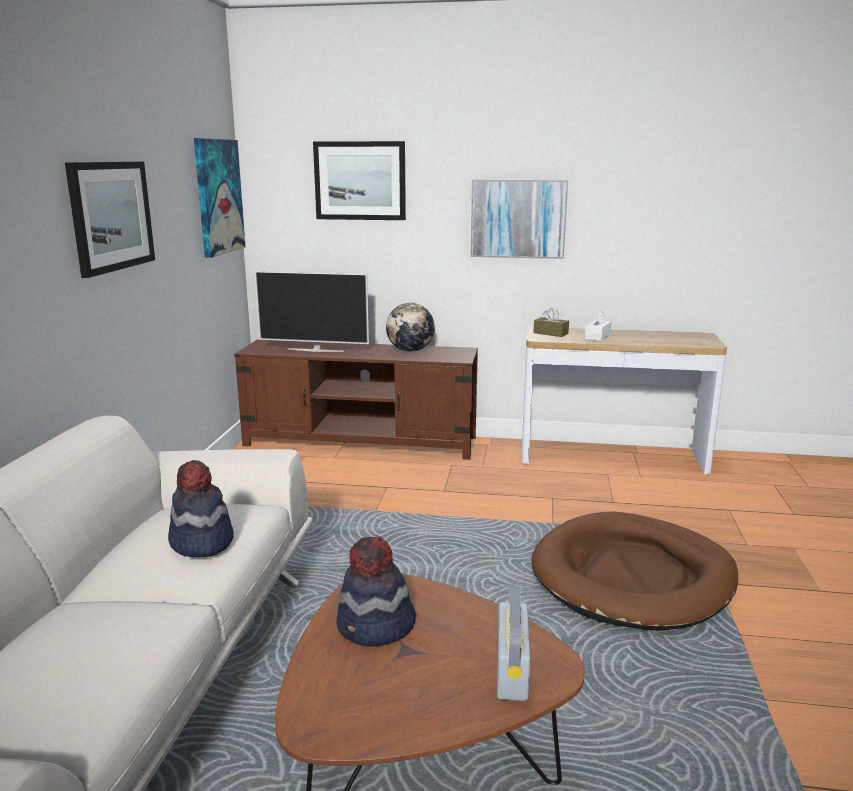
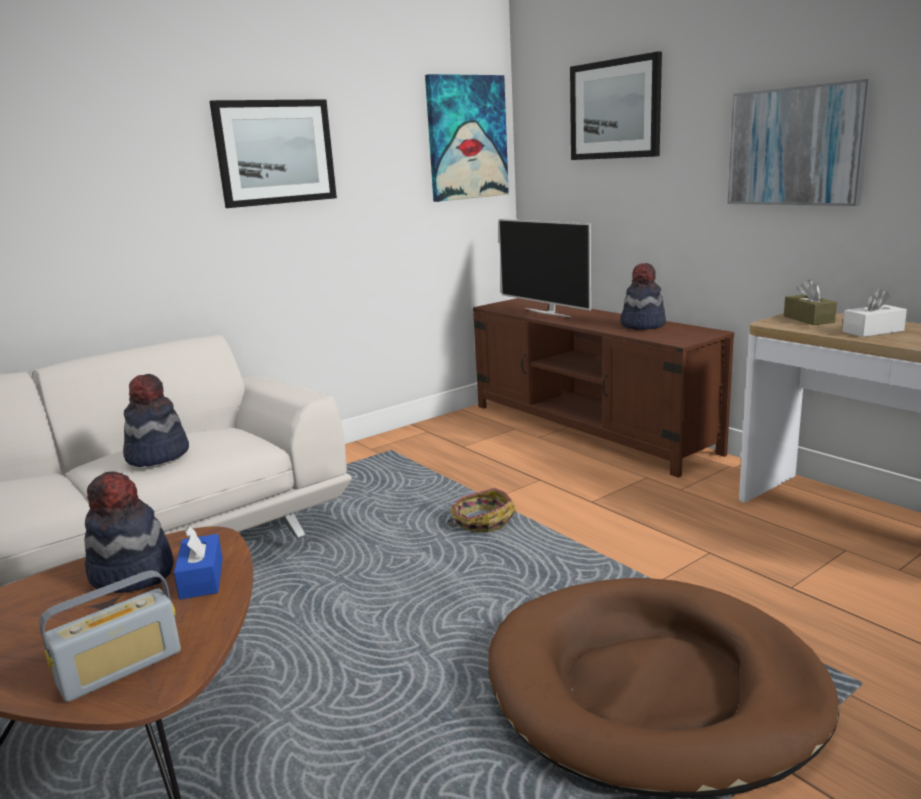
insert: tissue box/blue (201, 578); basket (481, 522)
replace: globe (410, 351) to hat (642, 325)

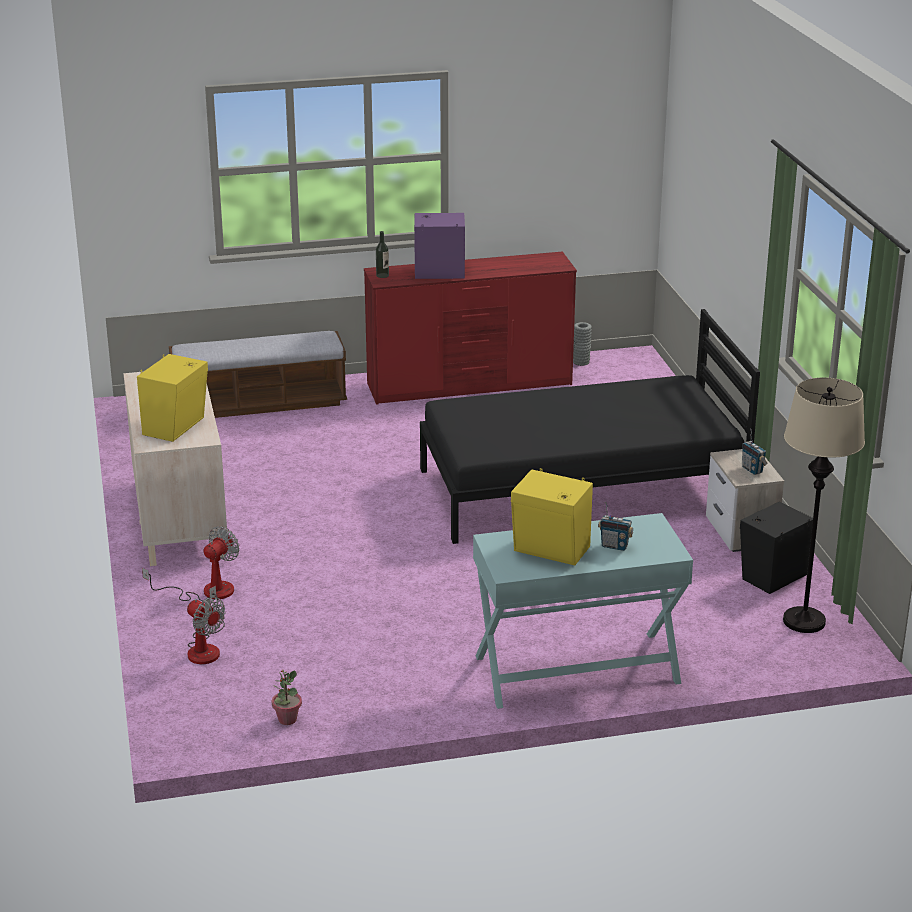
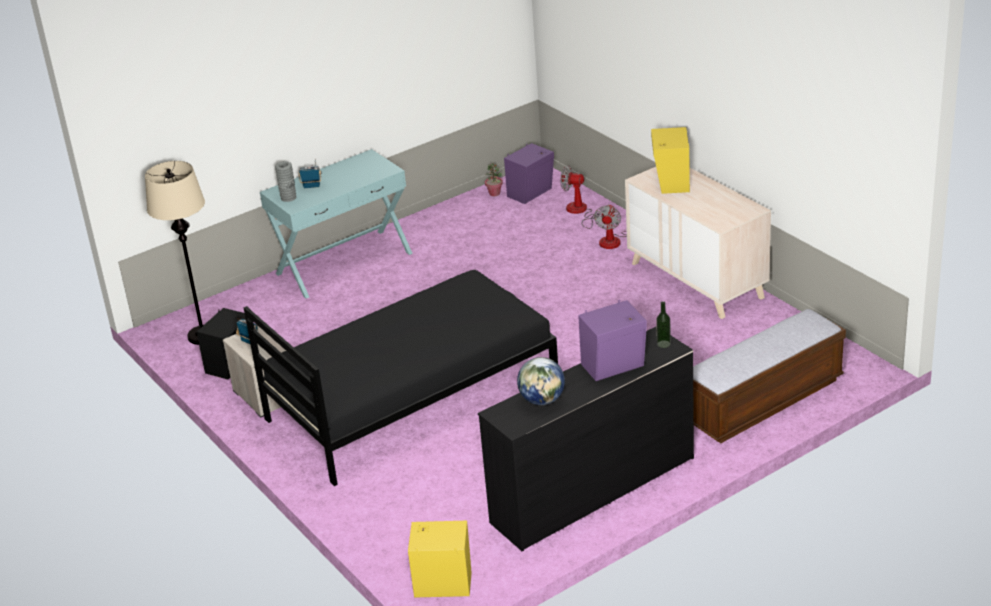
insert: speaker/purple (531, 193); globe (542, 400)
move: speaker/yellow (551, 551) to (442, 582); vase/grey (581, 362) to (288, 198)
recolor: dresser/red (470, 385) to dresser/black (592, 490)

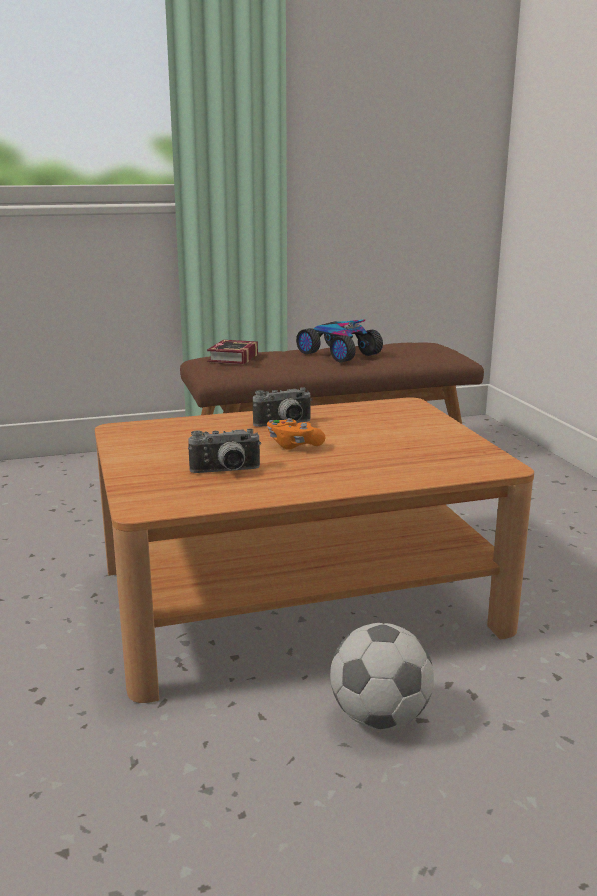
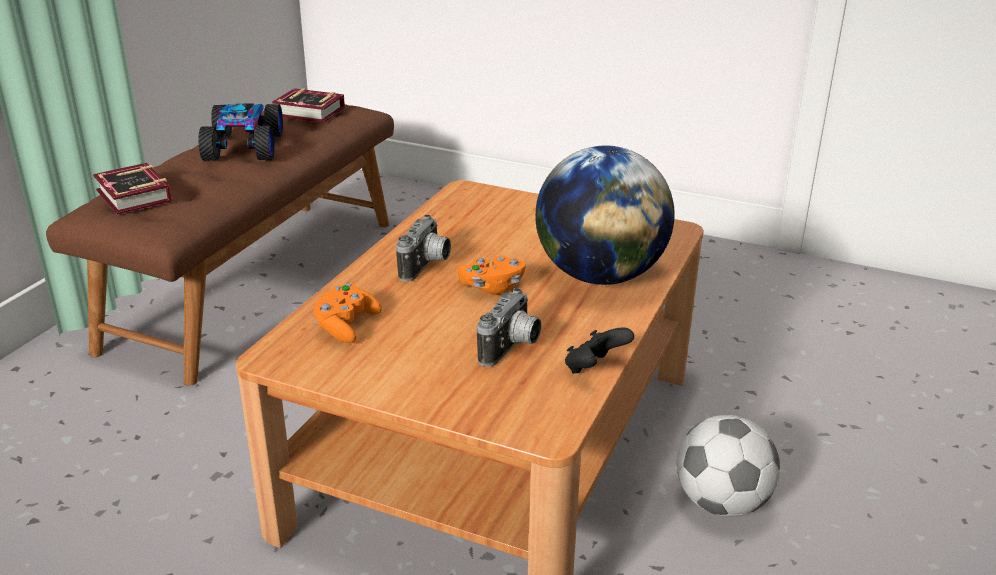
insert: book (311, 113); game controller/orange (346, 326); globe (599, 276); game controller/black (594, 369)
rotate: toy car (339, 354) = (246, 147) 90 degrees clockwise

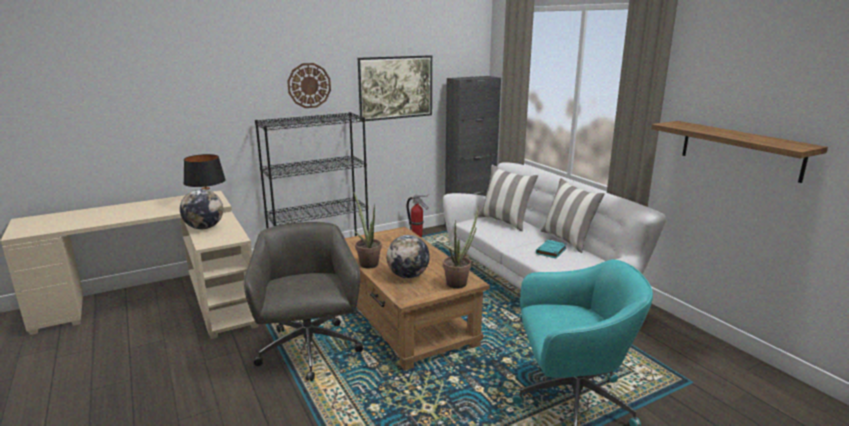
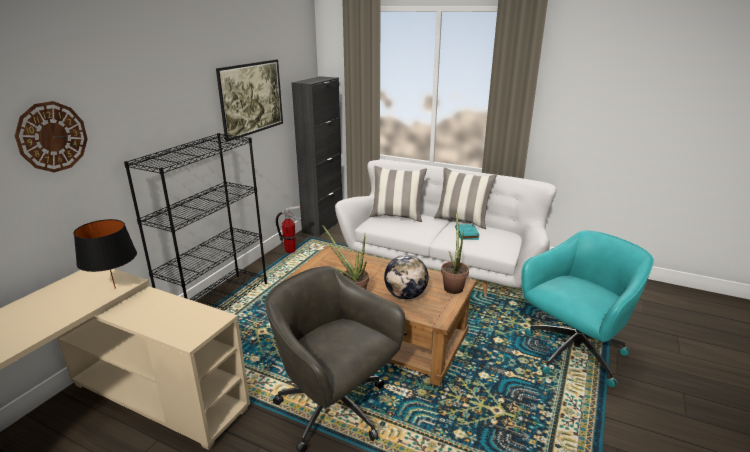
delete: globe (204, 228); shelf (740, 150)
move: wall clock (309, 85) to (52, 137)

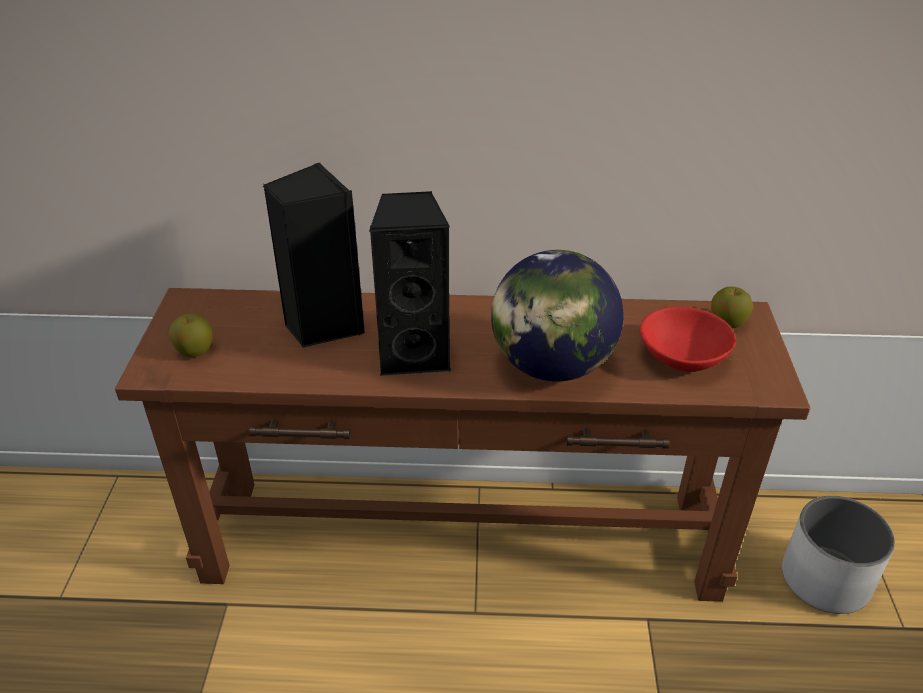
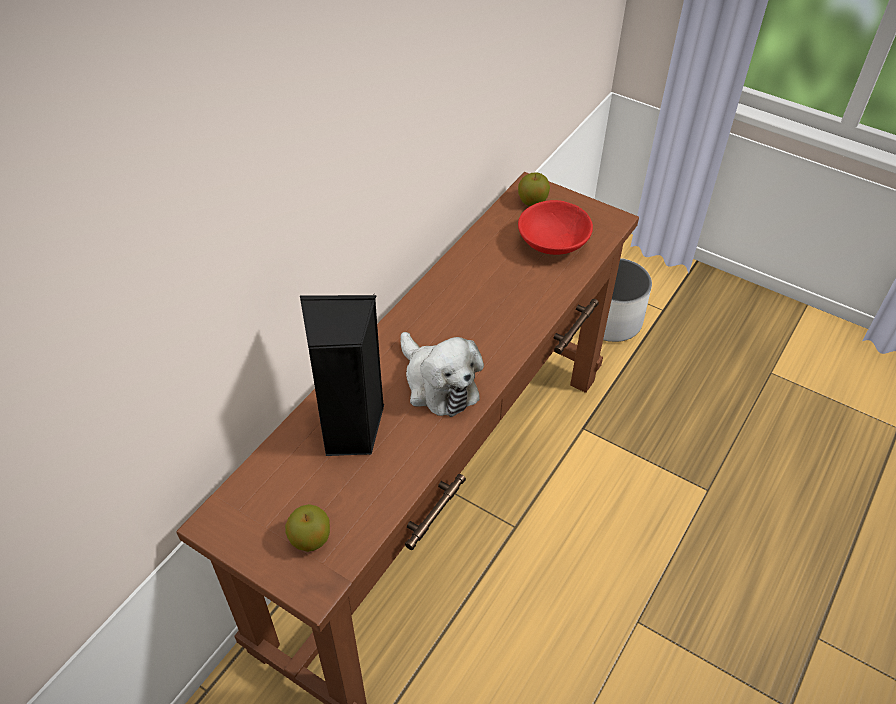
delete: globe (552, 366)
replace: speaker/black (415, 354) to plush toy (438, 384)

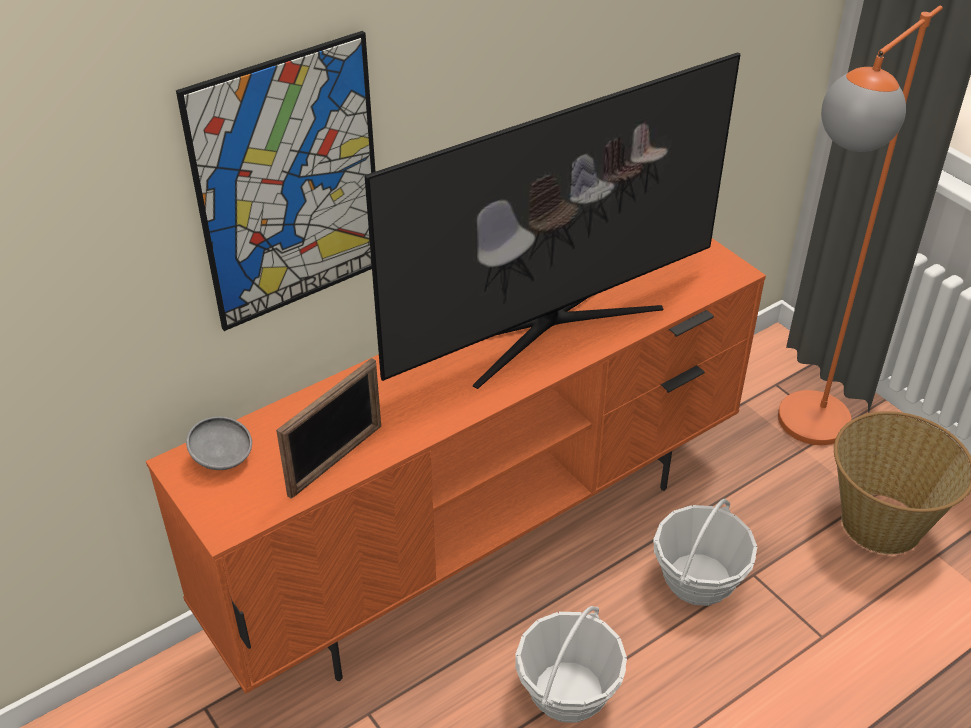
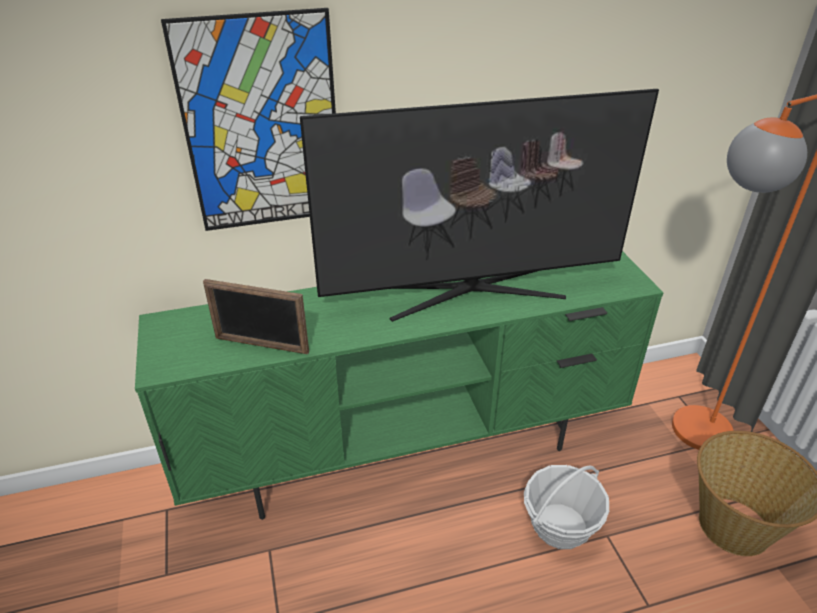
delete: bowl/grey (223, 458); basket (568, 692)
recolor: tv stand/orange (485, 542) to tv stand/green (409, 451)
rotate: picture frame (336, 460) = (261, 345) 45 degrees clockwise

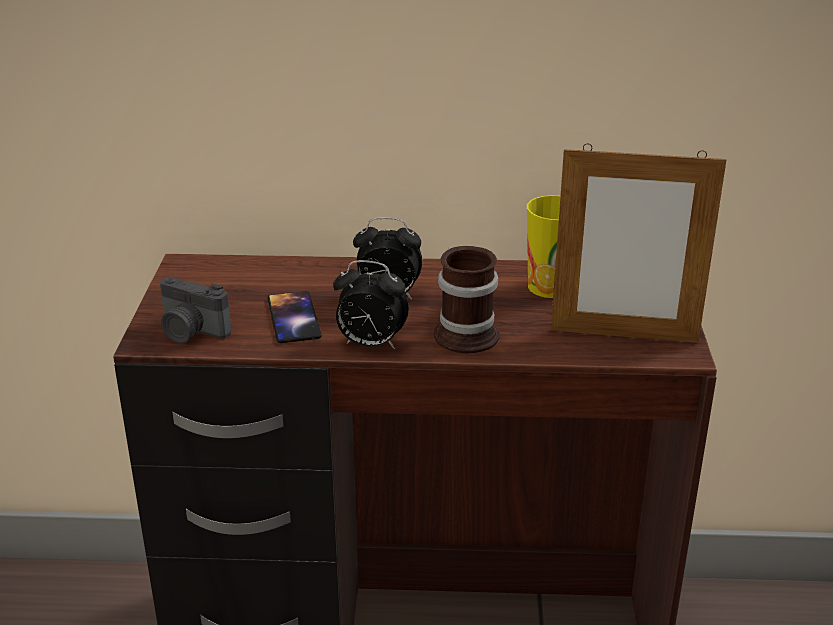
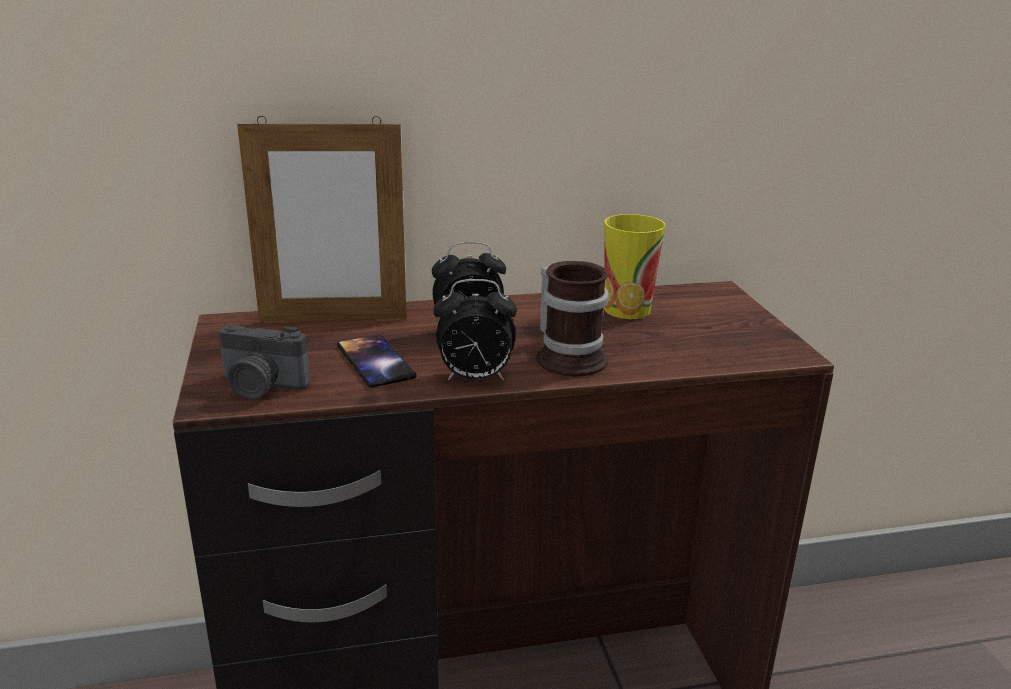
move: picture frame (623, 335) to (333, 319)

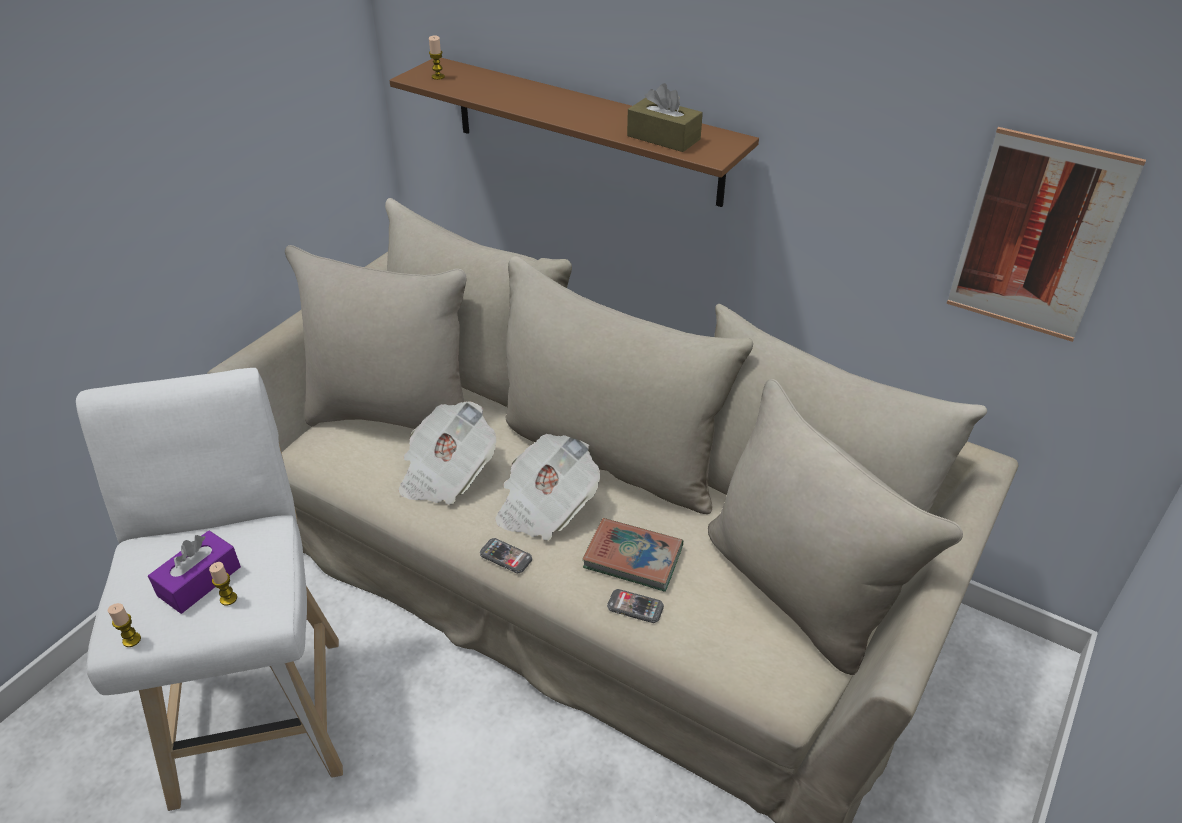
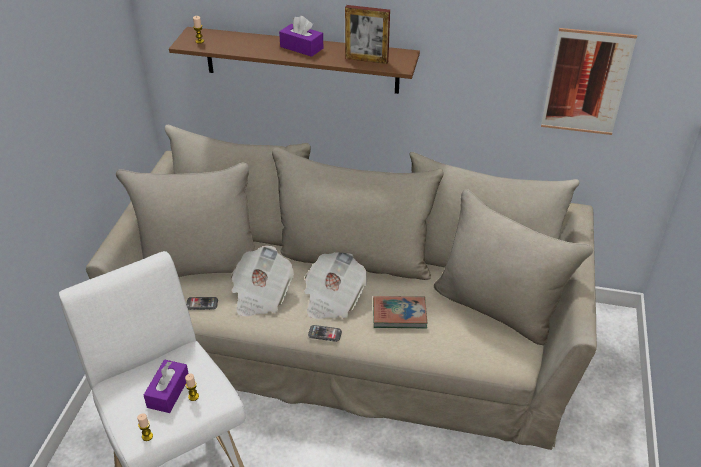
insert: tissue box/purple (301, 47)
move: phone (635, 607) to (202, 304)
replace: tissue box/brown (663, 138) to picture frame (366, 60)

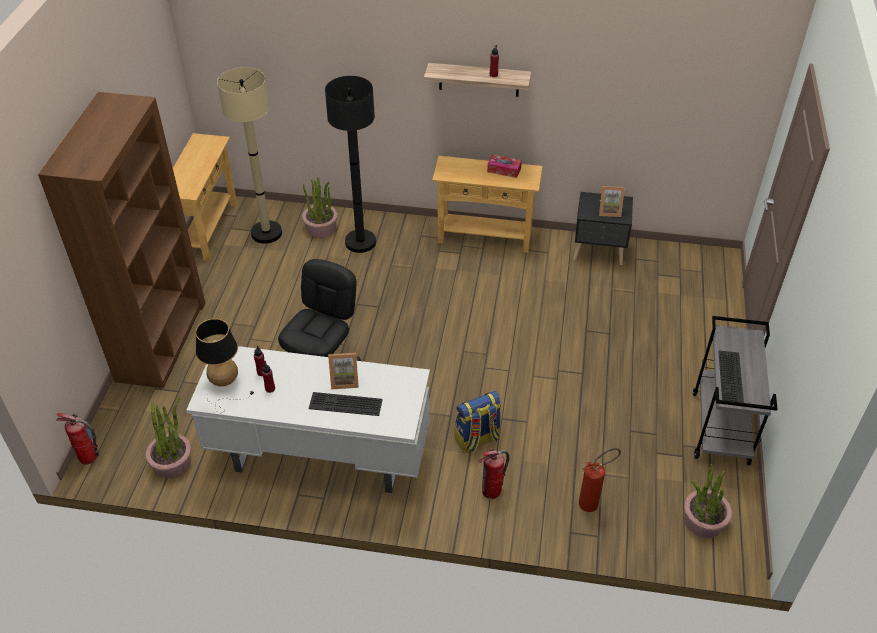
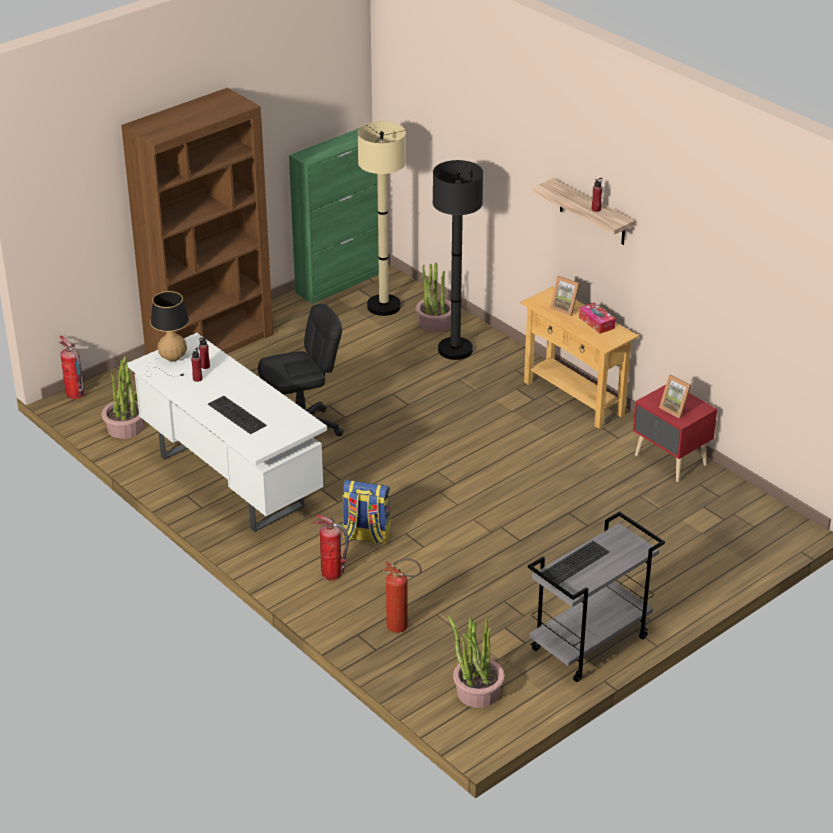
move: picture frame (344, 380) to (565, 308)
replace: console table/beige (208, 230) to cabinet/green (339, 282)
recolor: nightstand/black (599, 251) to nightstand/red (670, 461)

